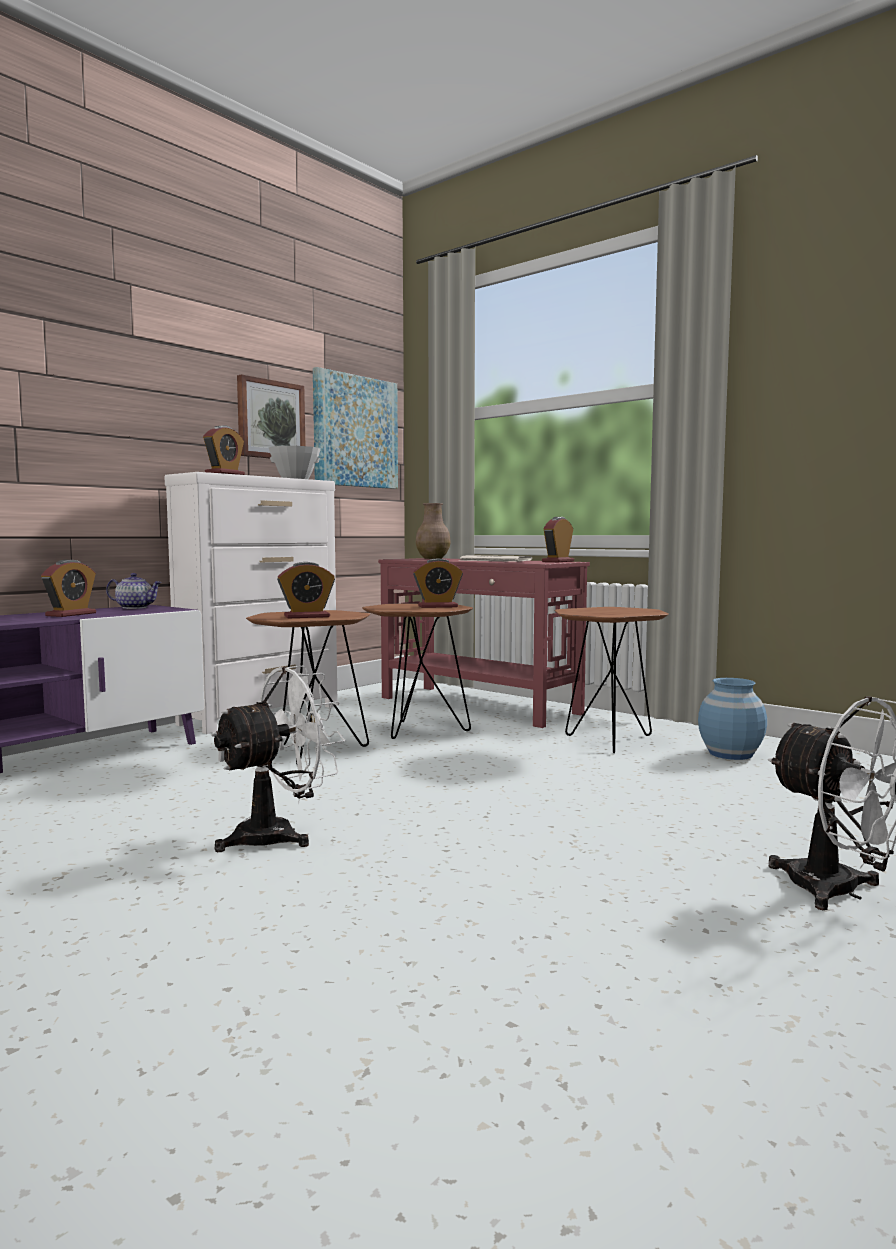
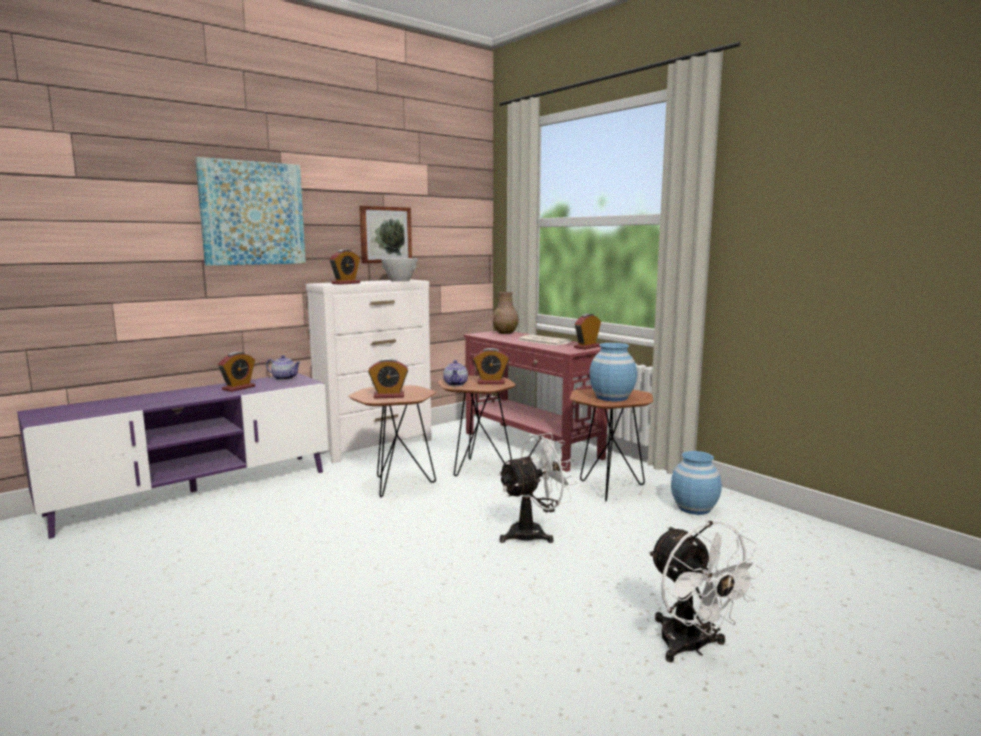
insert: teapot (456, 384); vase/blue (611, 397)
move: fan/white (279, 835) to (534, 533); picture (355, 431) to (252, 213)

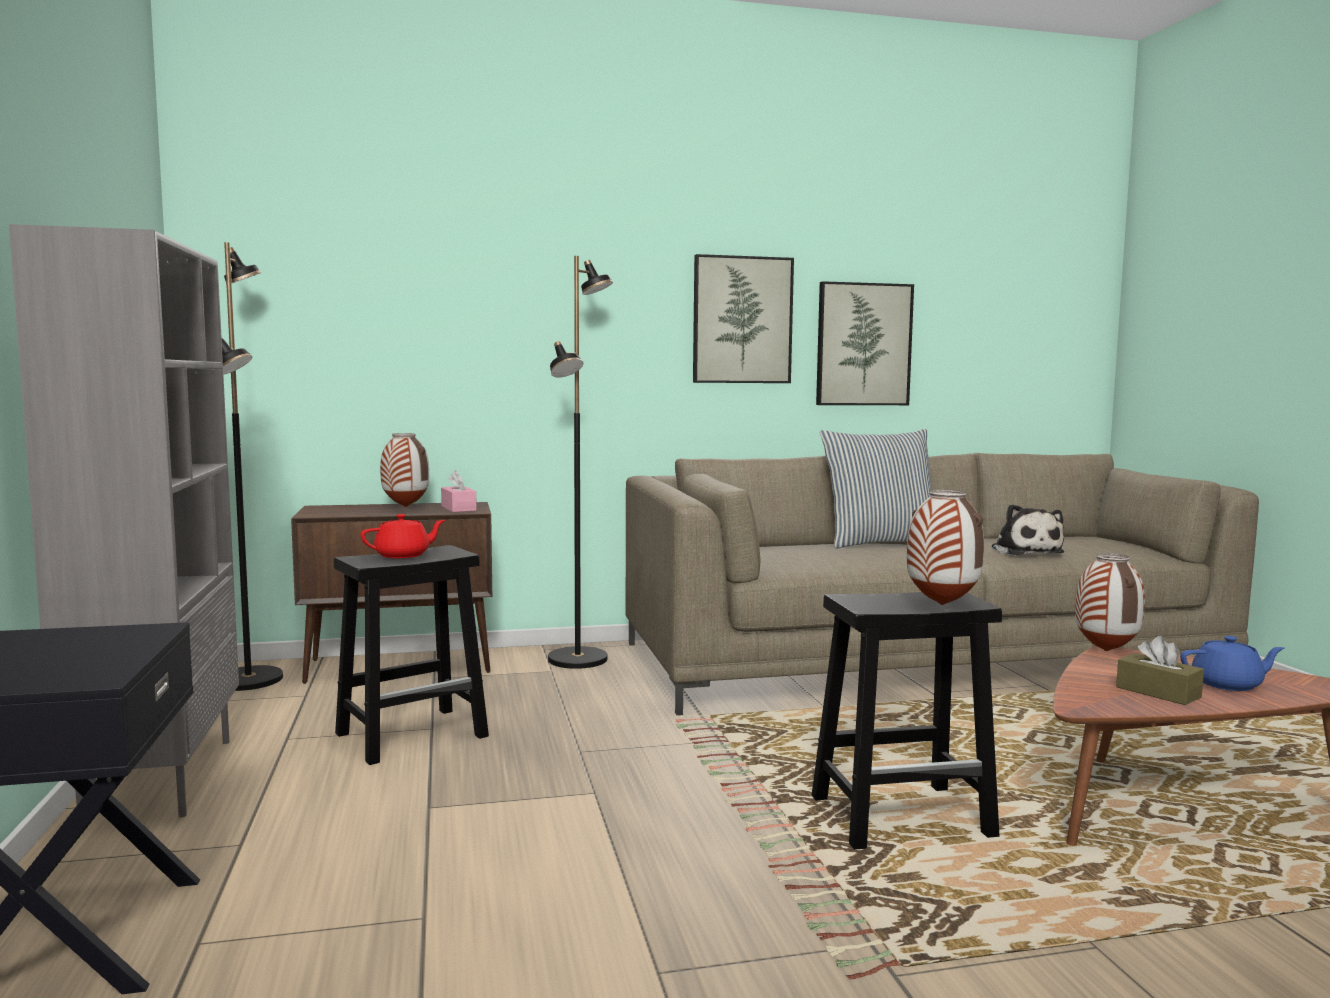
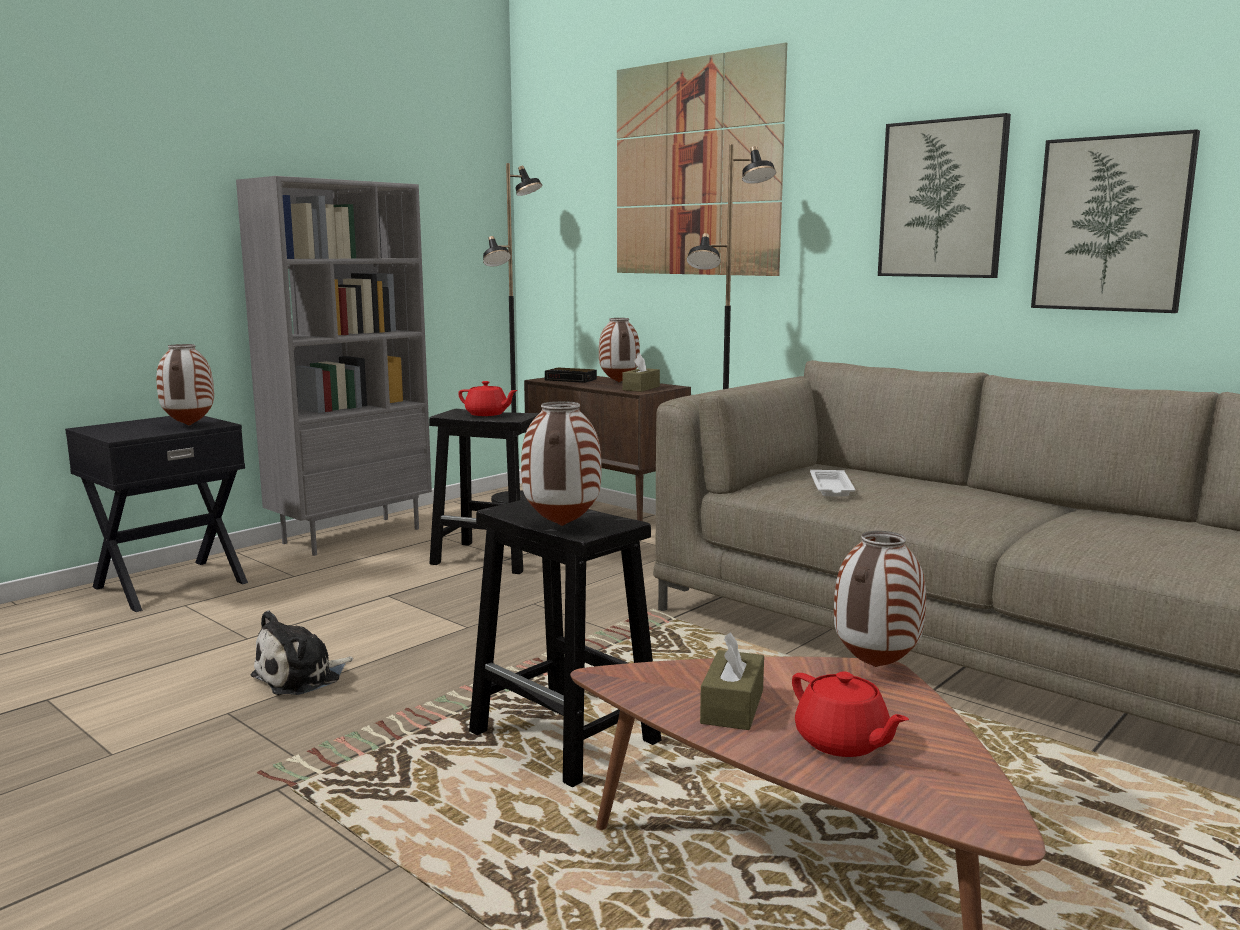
delete: pillow (880, 543)
insert: vase (189, 425); alarm clock (572, 379); picture (695, 168); tray/white (831, 488)
move: plush toy (1025, 551) to (302, 677)
recolor: tissue box/pink (458, 508) to tissue box/brown (641, 388); teapot/blue (1228, 684) to teapot/red (842, 743)

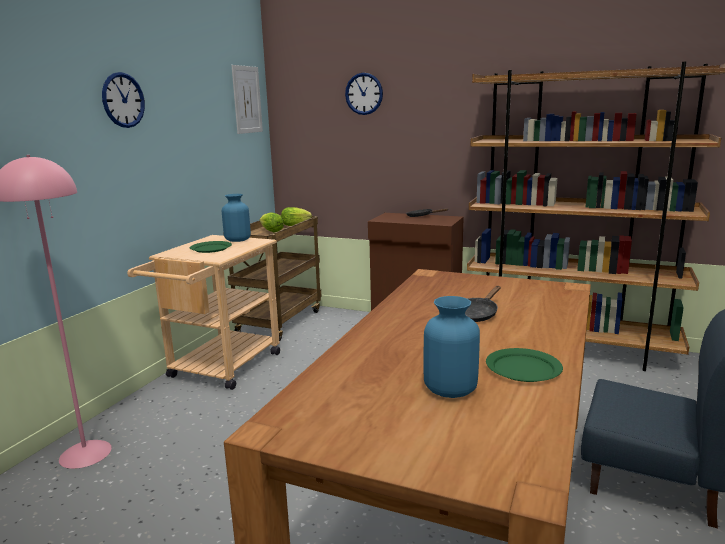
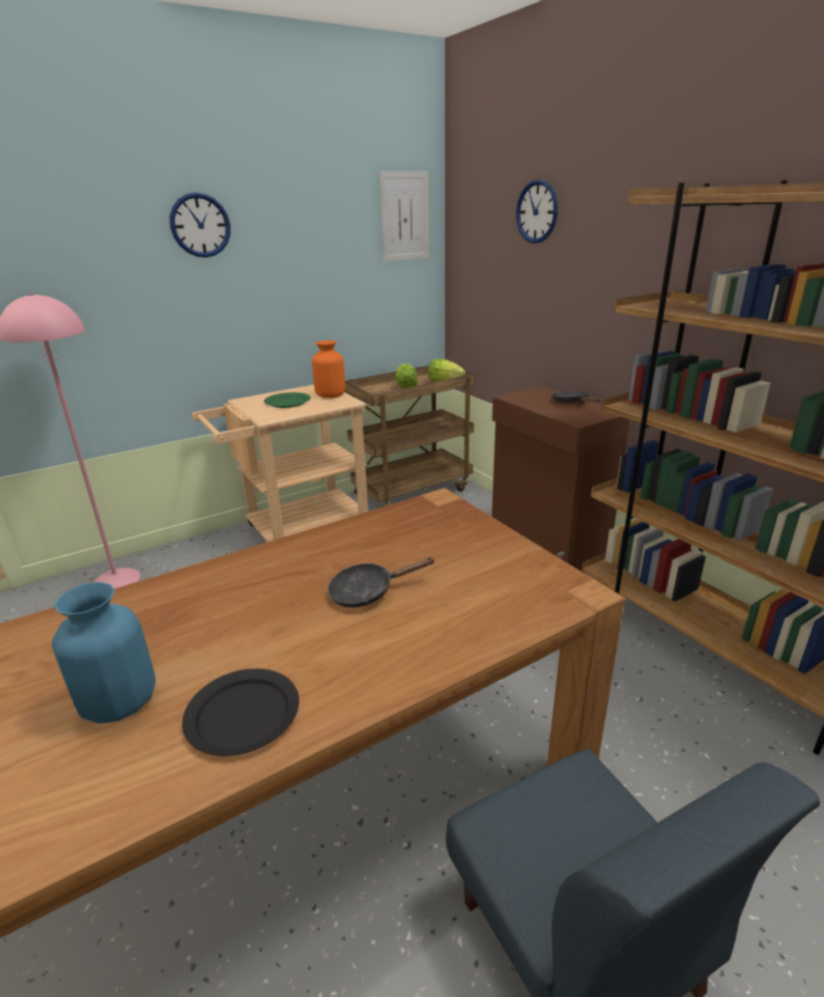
recolor: vase/blue (238, 240) to vase/orange (330, 395); plate/green (523, 368) to plate/black (242, 715)

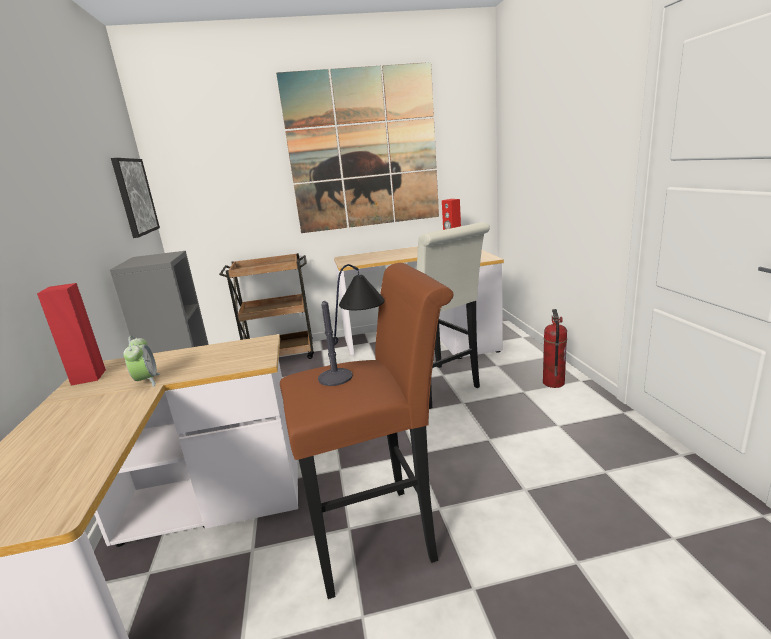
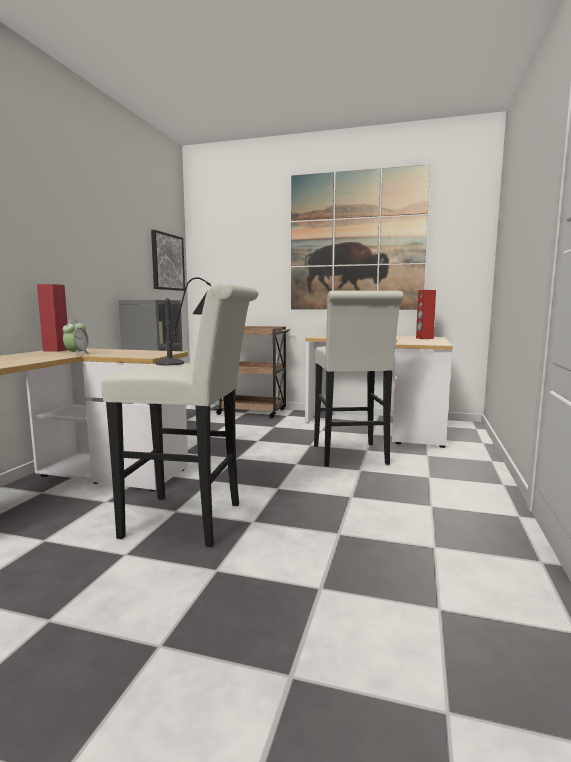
delete: fire extinguisher (553, 383)
recolor: stool/brown (380, 534) to stool/white (192, 521)

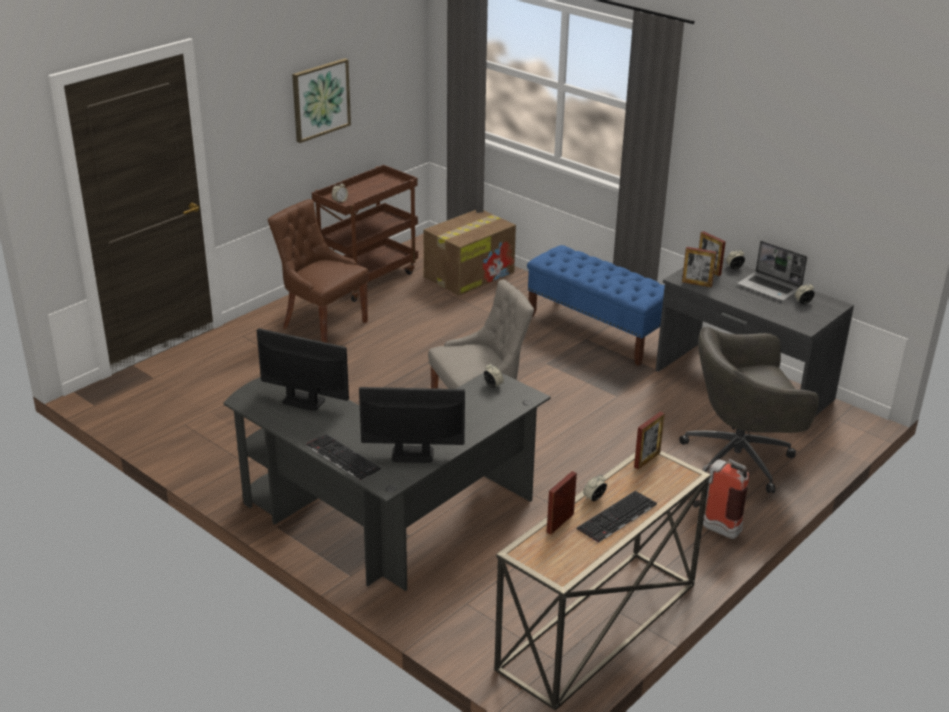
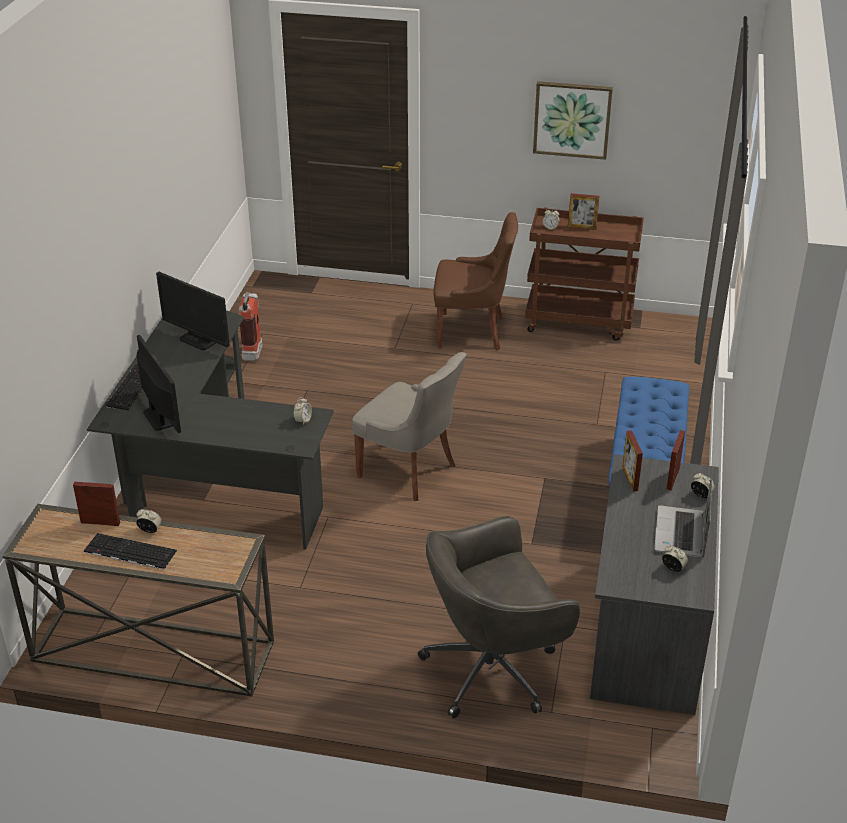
delete: cardboard box (470, 274)
move: picture frame (647, 460) to (582, 227); fire extinguisher (714, 526) to (253, 350)
rotate: monitor (303, 401) = (198, 340) 135 degrees clockwise; chair/brown (322, 324) = (472, 332) 90 degrees clockwise; office chair/grey (740, 460) = (493, 669) 75 degrees counterclockwise

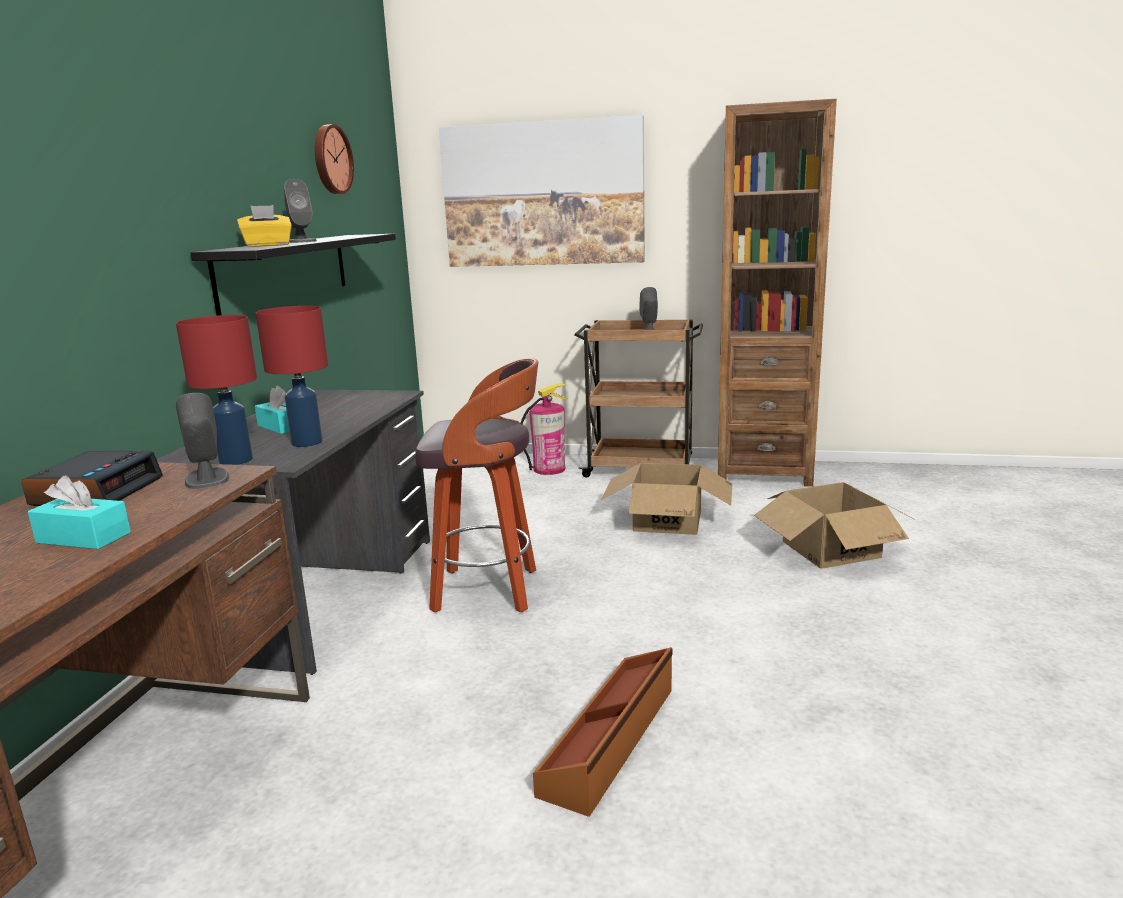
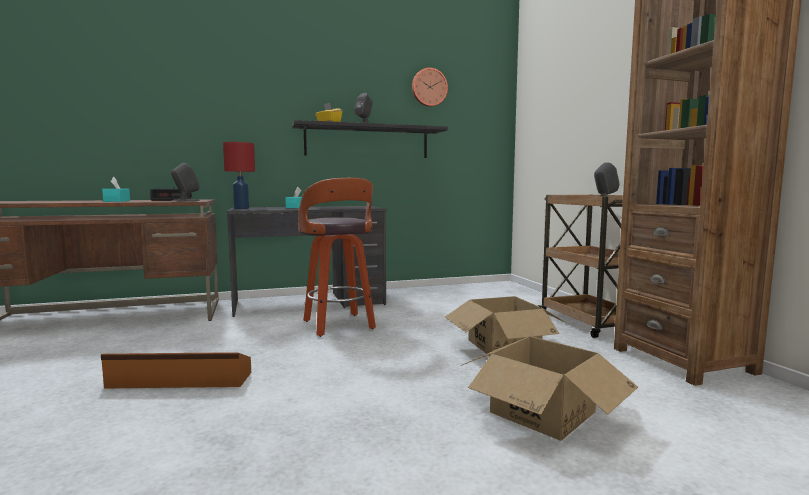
delete: table lamp/red (306, 442); picture (543, 194); fire extinguisher (549, 469)

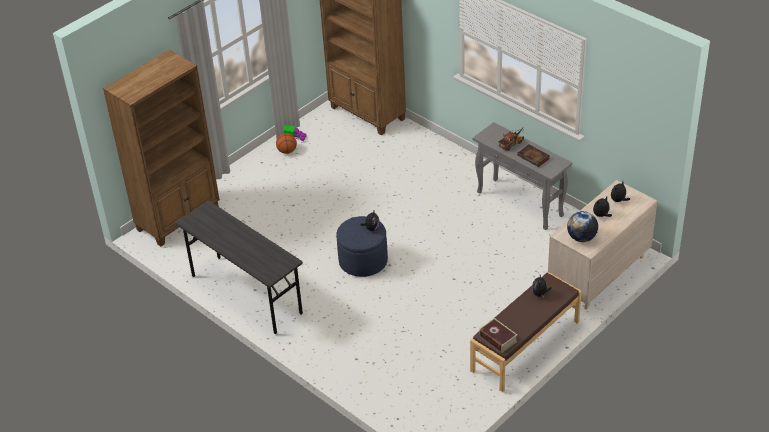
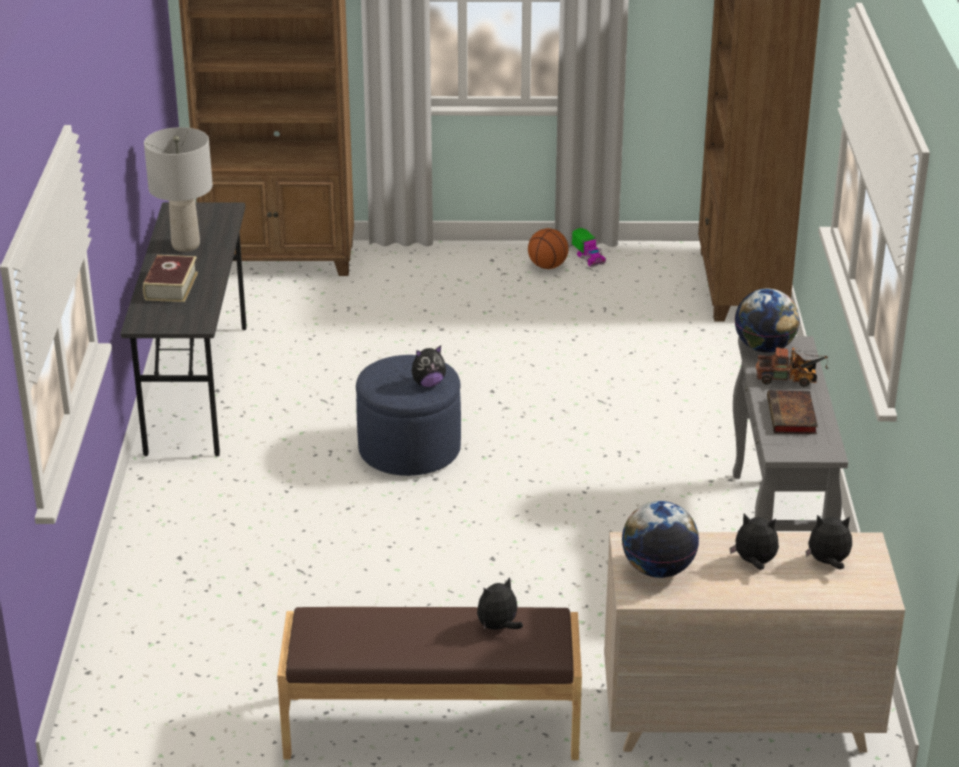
insert: table lamp/grey (185, 246); globe (764, 348)
move: book (498, 338) to (171, 286)

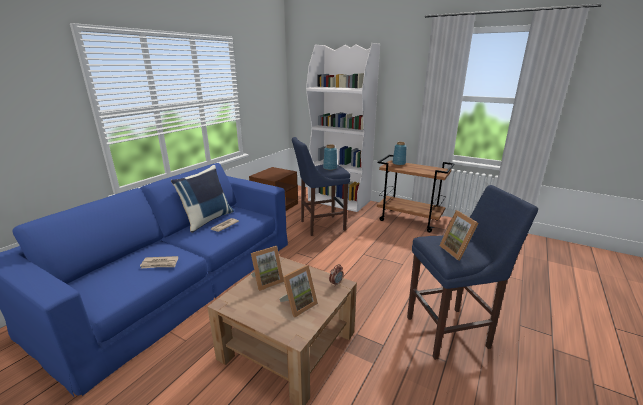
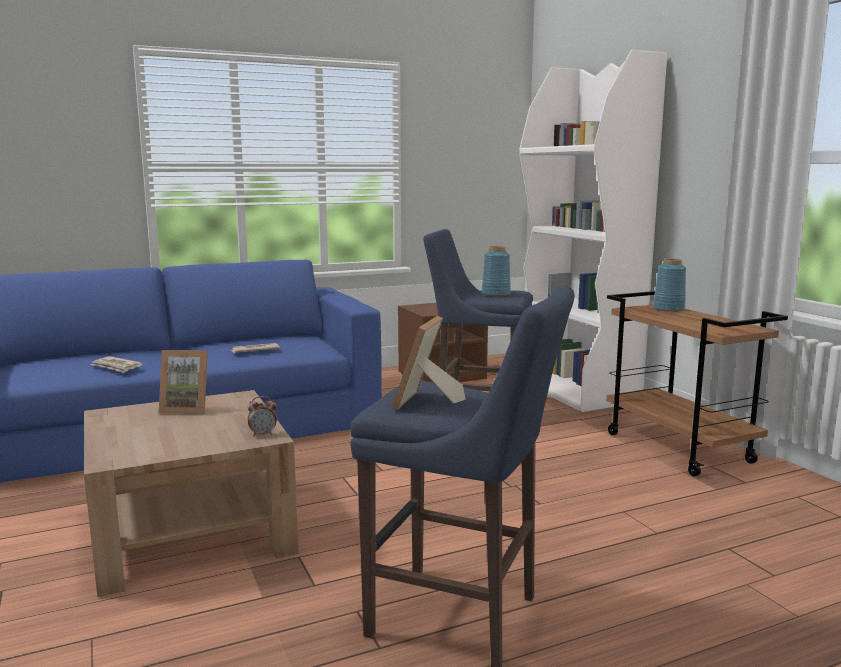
delete: pillow/blue (207, 219); picture frame (298, 305)

